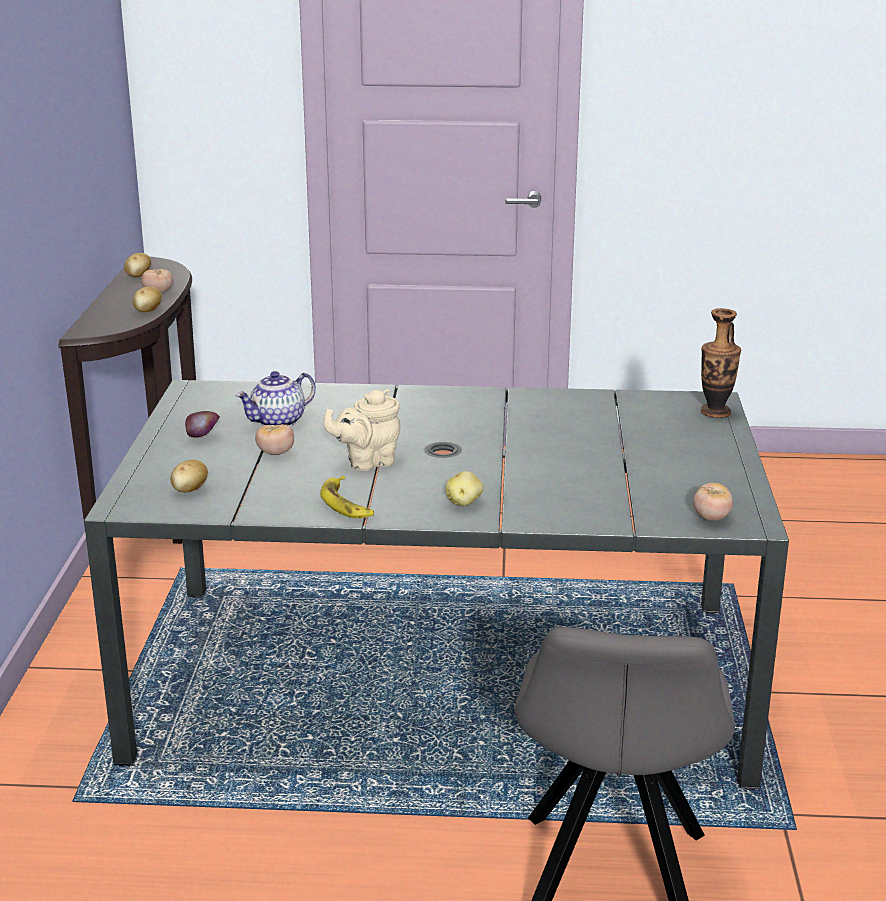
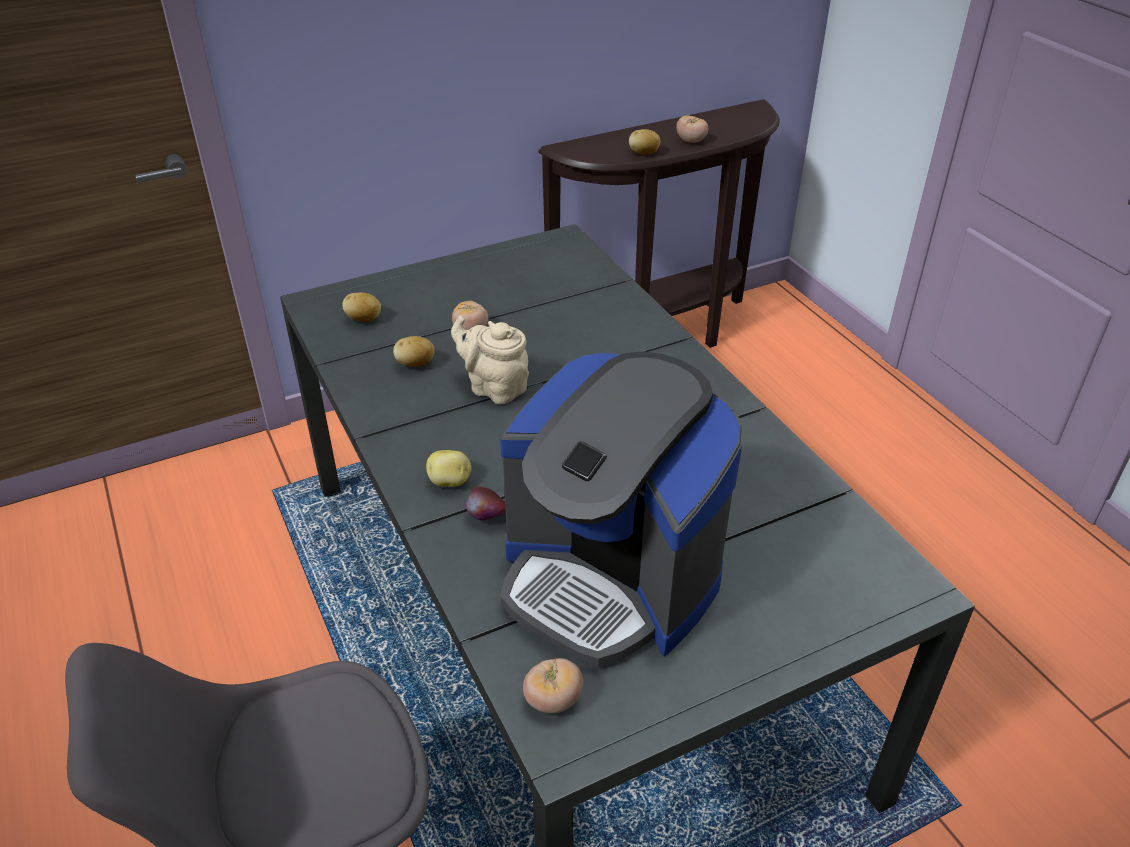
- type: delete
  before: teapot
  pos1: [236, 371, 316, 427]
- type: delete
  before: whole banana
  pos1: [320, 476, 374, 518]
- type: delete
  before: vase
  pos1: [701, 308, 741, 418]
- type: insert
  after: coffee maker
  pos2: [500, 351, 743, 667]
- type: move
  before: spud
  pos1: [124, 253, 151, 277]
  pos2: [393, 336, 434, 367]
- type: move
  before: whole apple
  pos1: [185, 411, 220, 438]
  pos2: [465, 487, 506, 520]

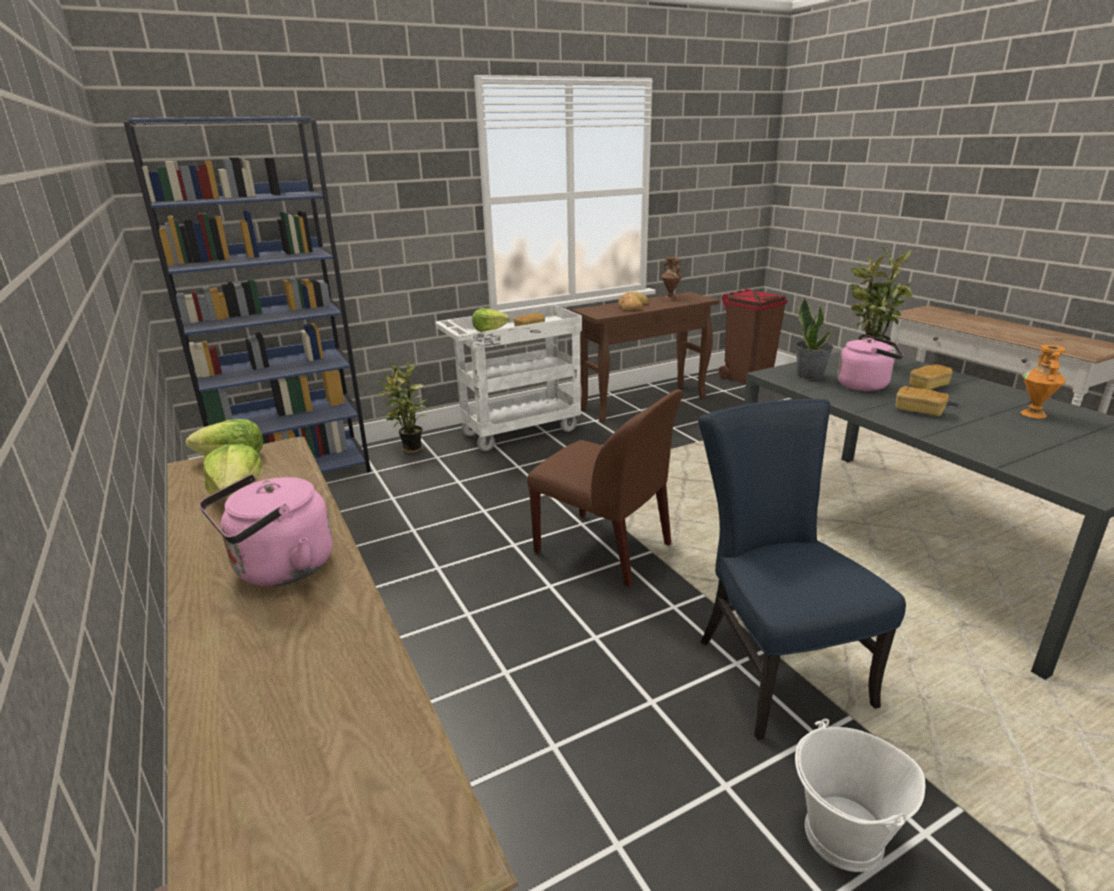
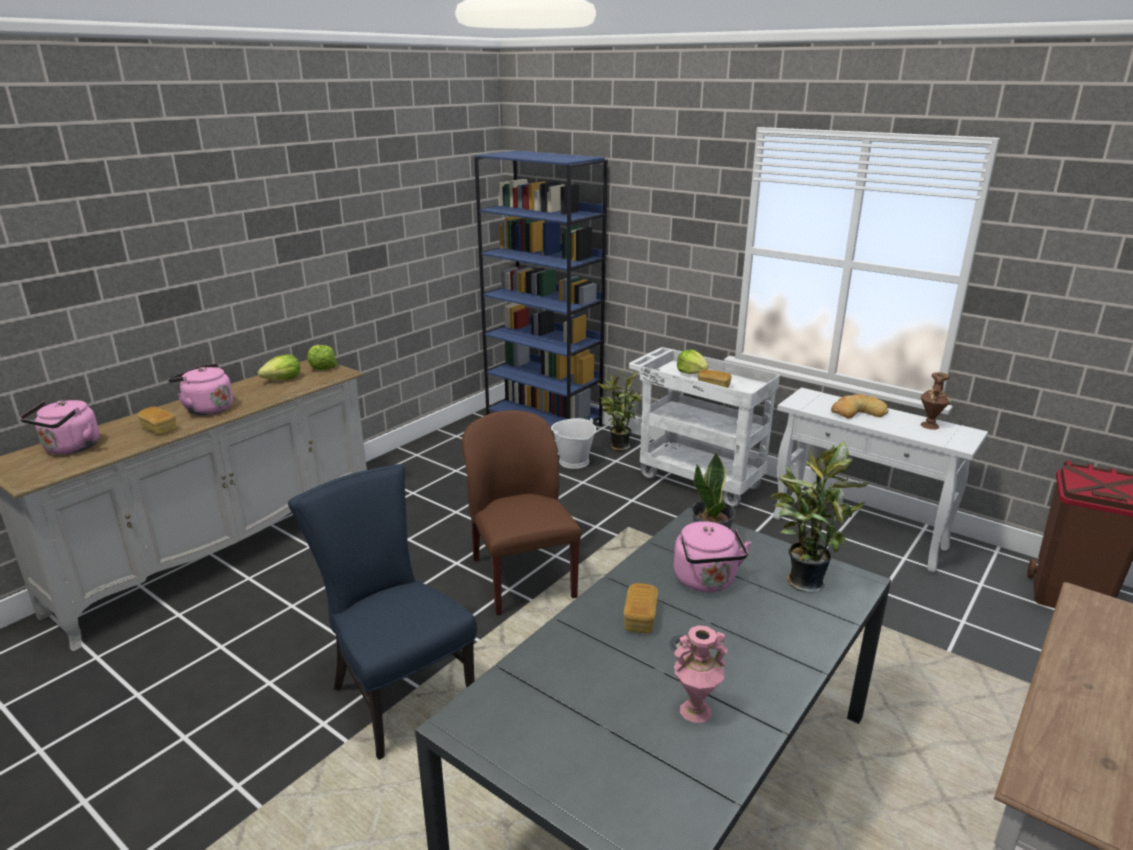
- type: insert
  after: kettle (pink)
  pos2: [20, 400, 99, 455]
- type: move
  before: water bucket (white)
  pos1: [795, 719, 925, 872]
  pos2: [551, 418, 596, 469]
- type: move
  before: bread
  pos1: [910, 364, 953, 390]
  pos2: [137, 407, 177, 435]
- type: recolor
  before: console table (brownish)
  after: console table (white)
  pos1: [571, 292, 720, 422]
  pos2: [773, 387, 988, 572]
- type: recolor
  before: vase (orange-coloured)
  after: vase (pink)
  pos1: [1021, 345, 1066, 418]
  pos2: [674, 625, 728, 723]
- type: rotate
  before: upright chair (brownish)
  pos1: [527, 389, 683, 587]
  pos2: [462, 410, 581, 615]
  turn: 150
- type: rotate
  before: upright chair (bluish)
  pos1: [698, 399, 906, 740]
  pos2: [288, 464, 477, 760]
  turn: -90

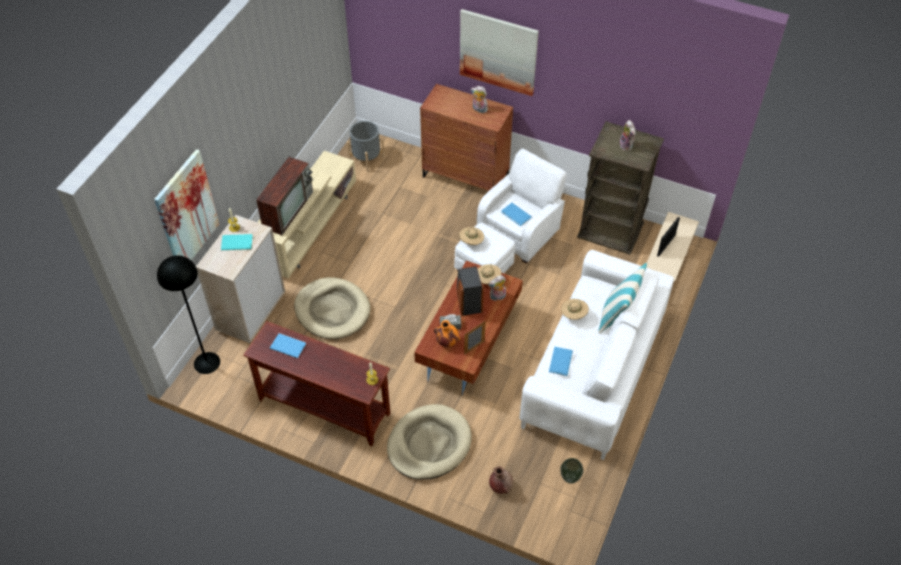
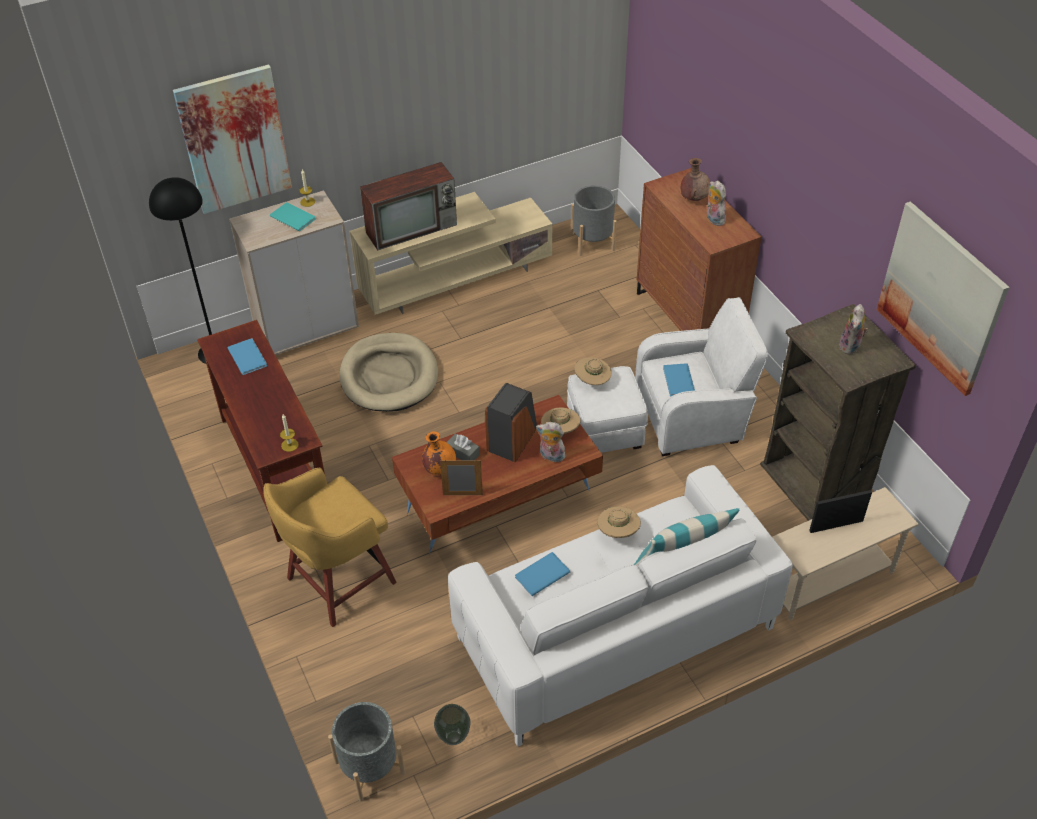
- type: insert
  after: flower pot (gray)
  pos2: [328, 702, 405, 801]
- type: move
  before: wall picture
  pos1: [460, 9, 539, 96]
  pos2: [877, 201, 1009, 396]
- type: move
  before: vase (brownish)
  pos1: [489, 466, 513, 494]
  pos2: [681, 158, 710, 201]
- type: replace
  before: dog cushion (sand-coloured)
  after: stool seat (yellowish)
  pos1: [387, 404, 472, 480]
  pos2: [263, 468, 397, 627]

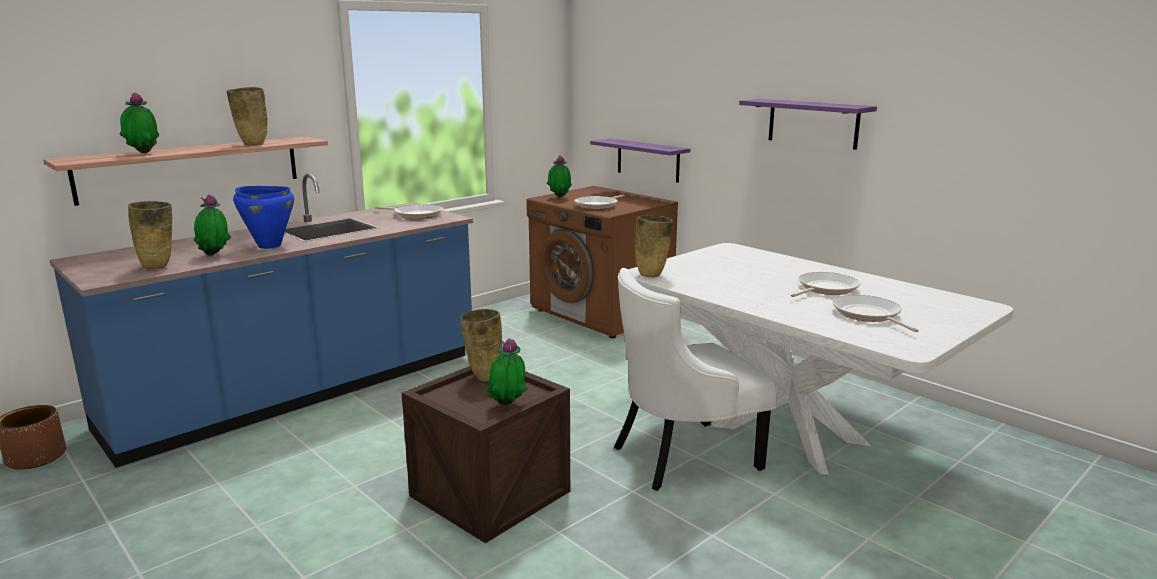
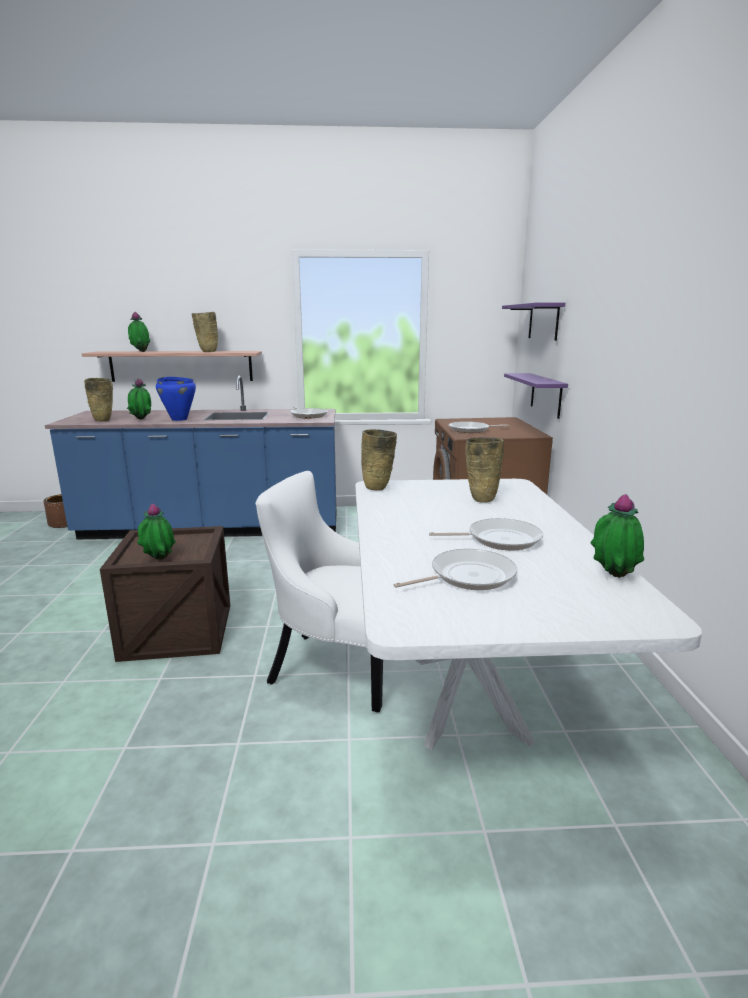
- type: move
  before: vase (sand-coloured)
  pos1: [460, 309, 502, 381]
  pos2: [465, 437, 504, 503]
- type: move
  before: houseplant
  pos1: [547, 155, 572, 197]
  pos2: [591, 494, 644, 578]
- type: move
  before: shelf (purple-coloured)
  pos1: [739, 99, 877, 150]
  pos2: [502, 303, 565, 341]
- type: rotate
  before: pan
  pos1: [832, 295, 919, 332]
  pos2: [393, 549, 517, 590]
  turn: 45

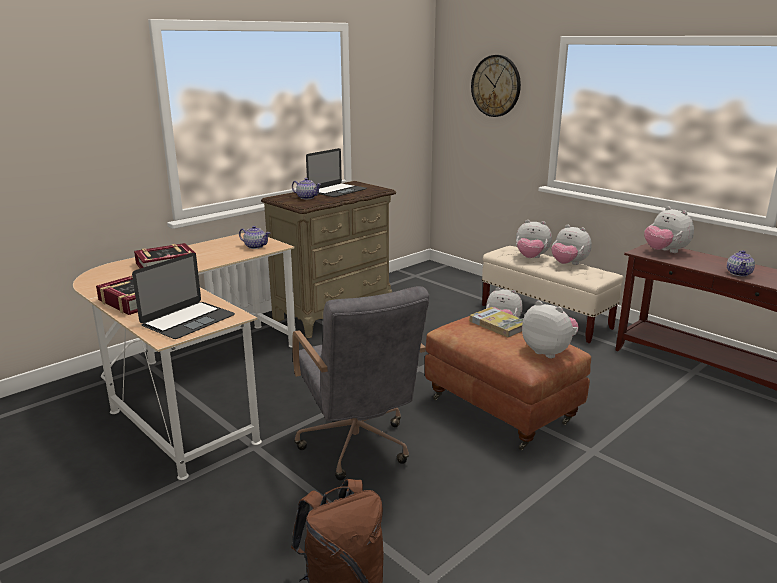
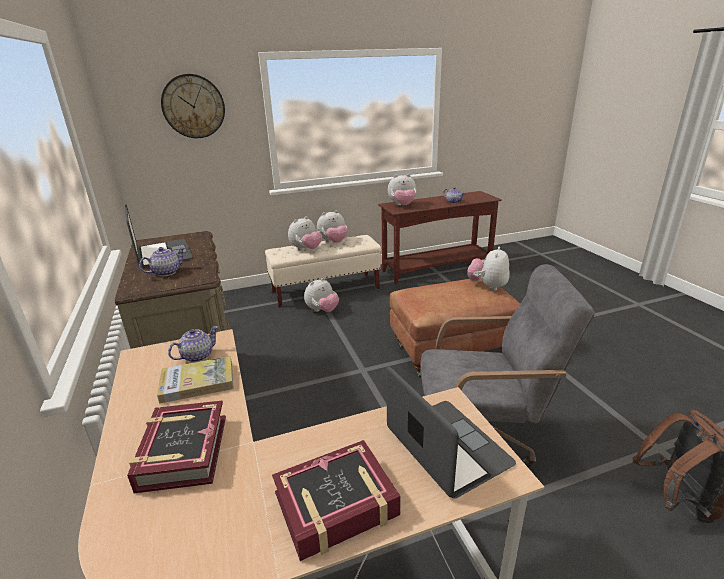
- type: move
  before: book
  pos1: [469, 307, 523, 337]
  pos2: [157, 356, 234, 403]
- type: rotate
  before: plush toy
  pos1: [522, 301, 579, 358]
  pos2: [467, 247, 510, 291]
  turn: -45

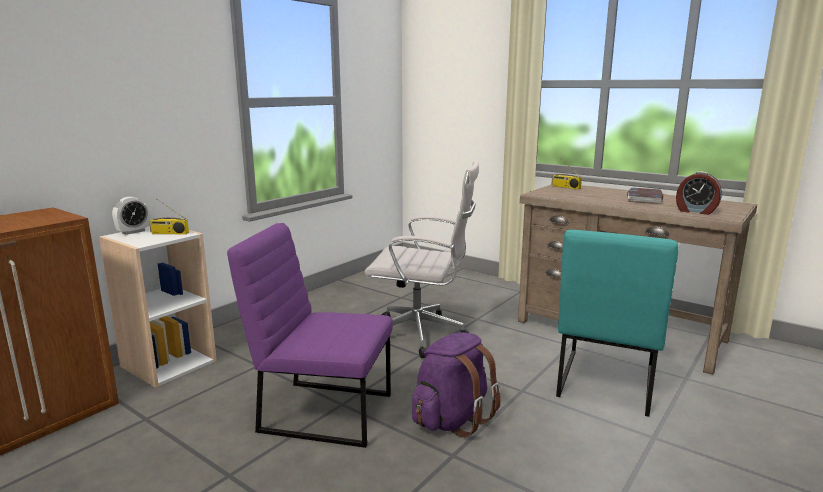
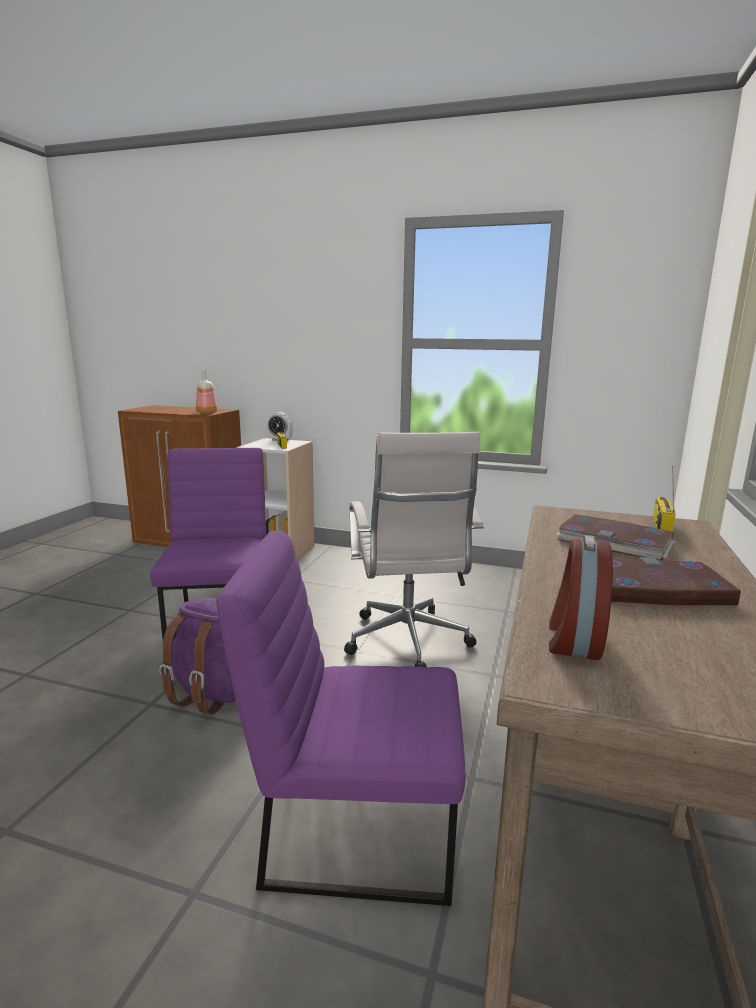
- type: insert
  after: bottle
  pos2: [196, 370, 217, 414]
- type: insert
  after: book
  pos2: [556, 514, 675, 560]
- type: recolor
  before: upright chair (turquoise)
  after: upright chair (purple-coloured)
  pos1: [556, 230, 679, 417]
  pos2: [216, 531, 465, 906]

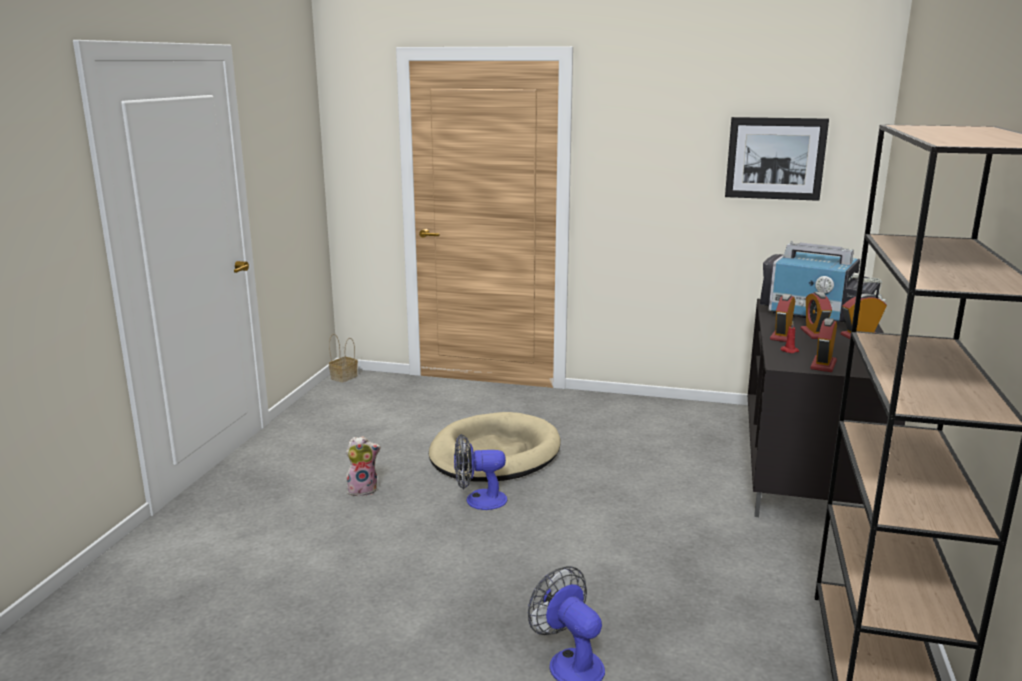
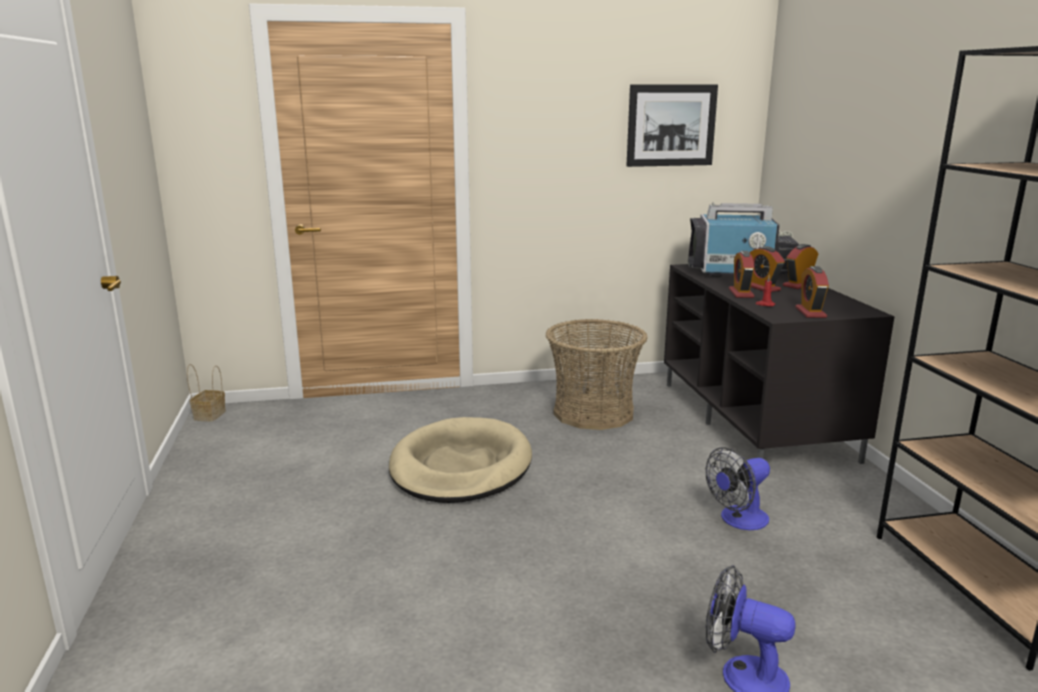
- type: delete
  before: plush toy
  pos1: [346, 436, 381, 496]
- type: insert
  after: basket
  pos2: [546, 319, 648, 430]
- type: move
  before: fan
  pos1: [454, 434, 507, 510]
  pos2: [705, 447, 770, 530]

